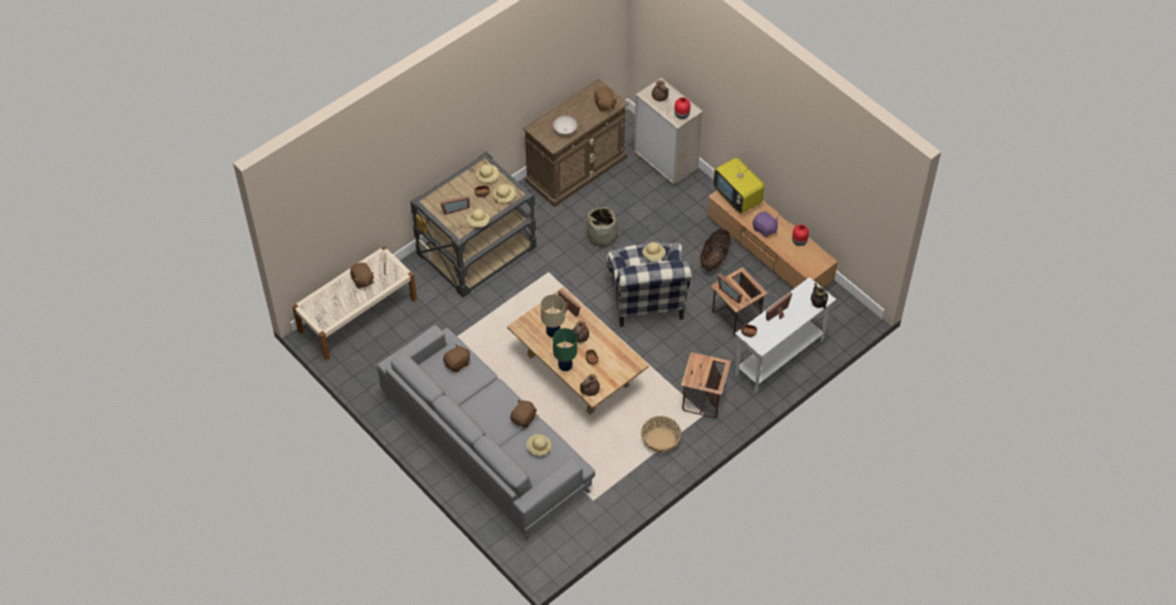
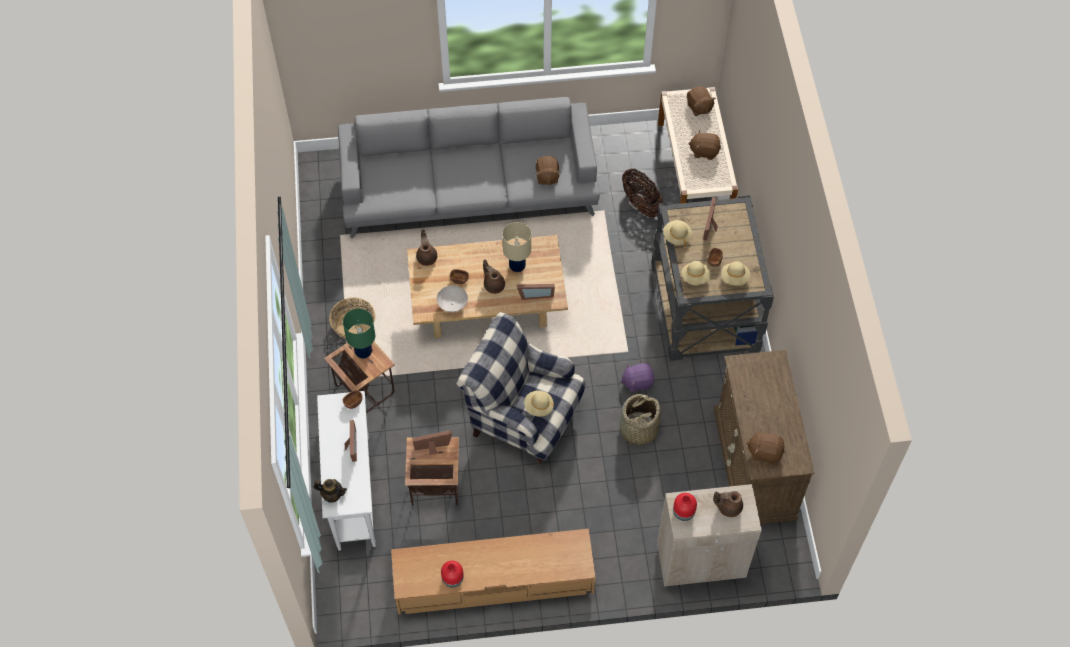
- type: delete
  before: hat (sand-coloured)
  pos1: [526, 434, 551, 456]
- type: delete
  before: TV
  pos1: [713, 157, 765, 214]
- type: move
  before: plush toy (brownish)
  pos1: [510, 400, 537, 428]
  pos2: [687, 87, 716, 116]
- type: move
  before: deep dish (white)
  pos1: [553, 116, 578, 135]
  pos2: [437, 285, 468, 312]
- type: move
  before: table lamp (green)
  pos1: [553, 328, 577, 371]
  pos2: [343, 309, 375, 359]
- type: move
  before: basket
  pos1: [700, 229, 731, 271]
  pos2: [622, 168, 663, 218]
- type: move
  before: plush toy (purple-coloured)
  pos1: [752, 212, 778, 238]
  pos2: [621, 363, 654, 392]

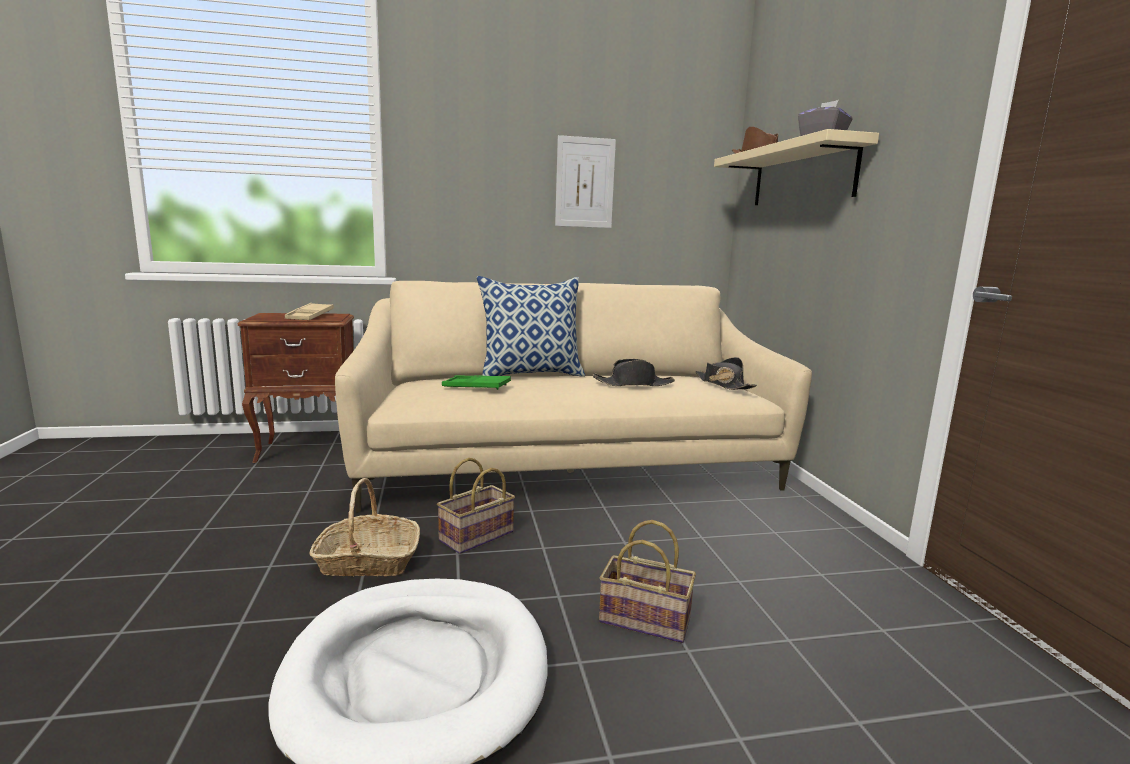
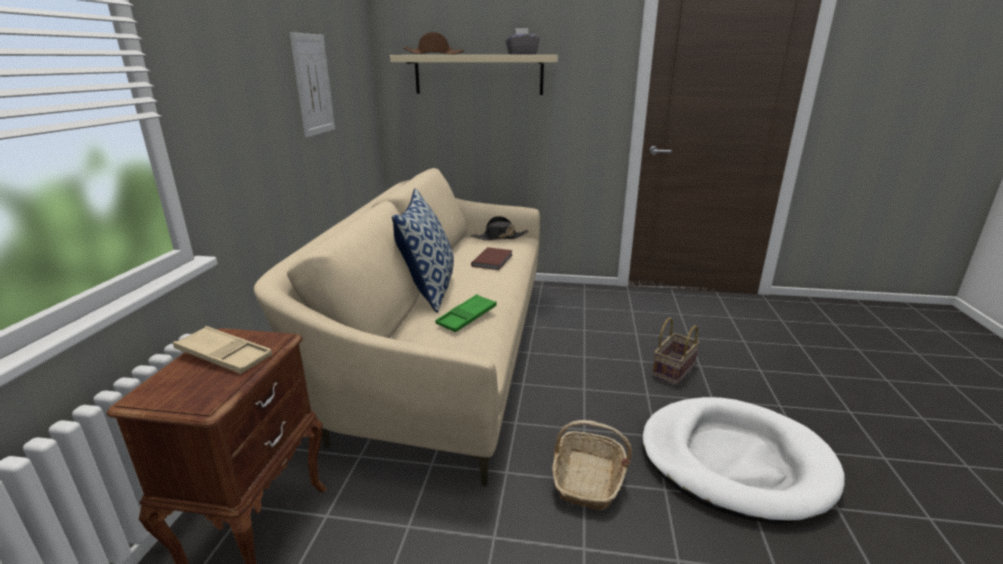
- type: delete
  before: basket
  pos1: [437, 458, 515, 554]
- type: replace
  before: hat (black)
  after: book (brownish)
  pos1: [593, 359, 675, 386]
  pos2: [471, 247, 513, 270]

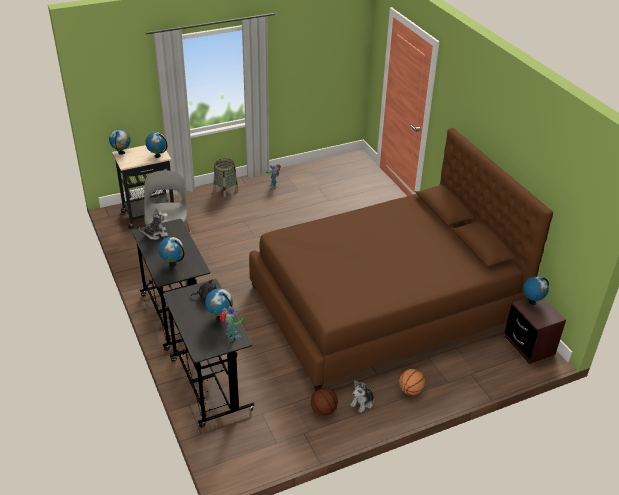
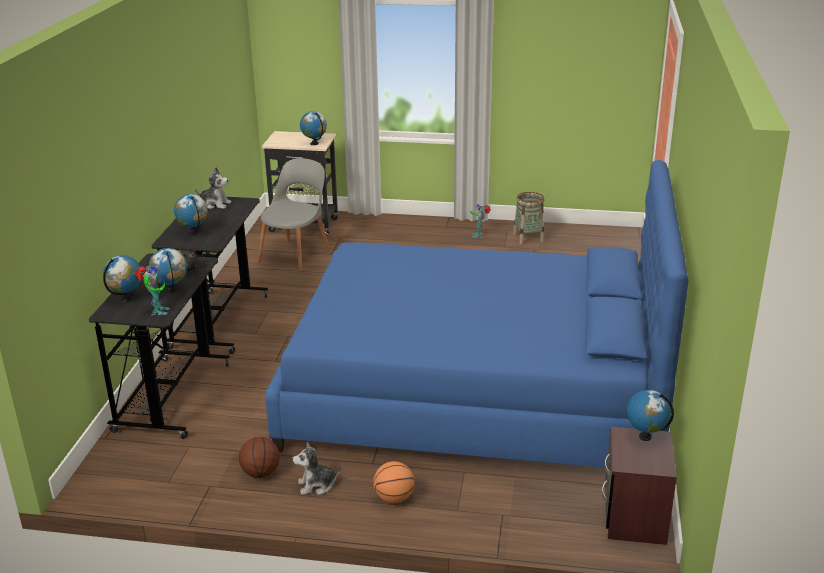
- type: move
  before: world globe
  pos1: [109, 129, 130, 155]
  pos2: [103, 255, 141, 302]
- type: move
  before: basket
  pos1: [214, 158, 238, 197]
  pos2: [513, 192, 544, 244]
- type: recolor
  before: bedroom bed (brownish)
  after: bedroom bed (bluish)
  pos1: [249, 128, 553, 391]
  pos2: [265, 160, 688, 468]

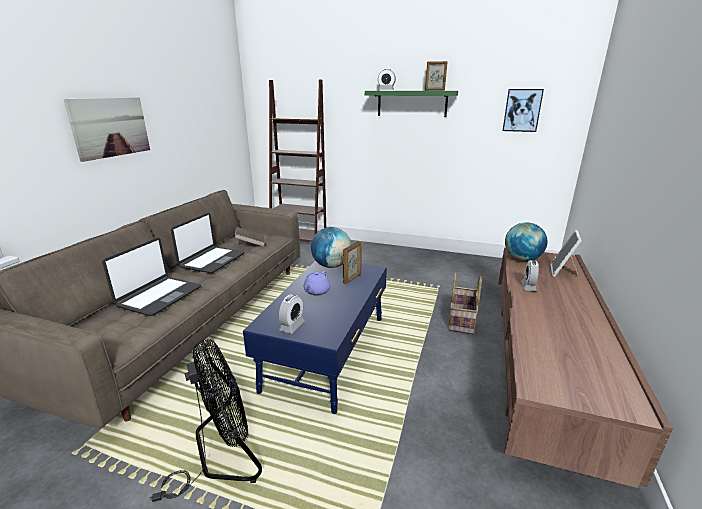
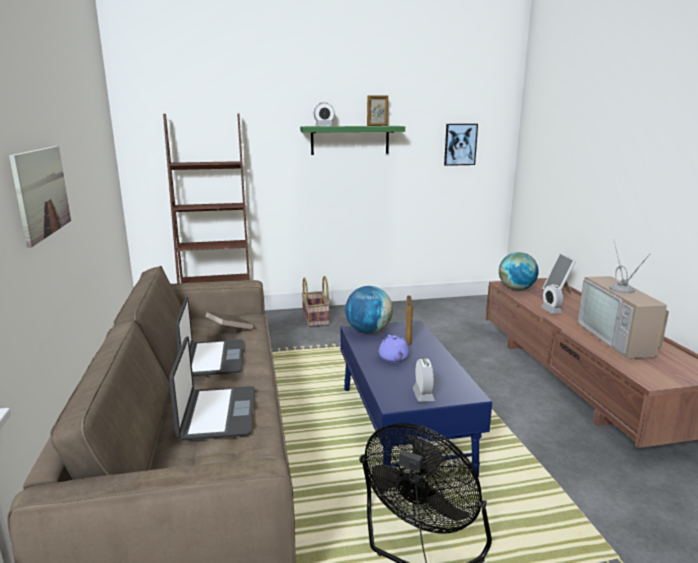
- type: insert
  after: TV
  pos2: [578, 239, 669, 359]
- type: move
  before: basket
  pos1: [448, 273, 482, 334]
  pos2: [302, 276, 330, 327]

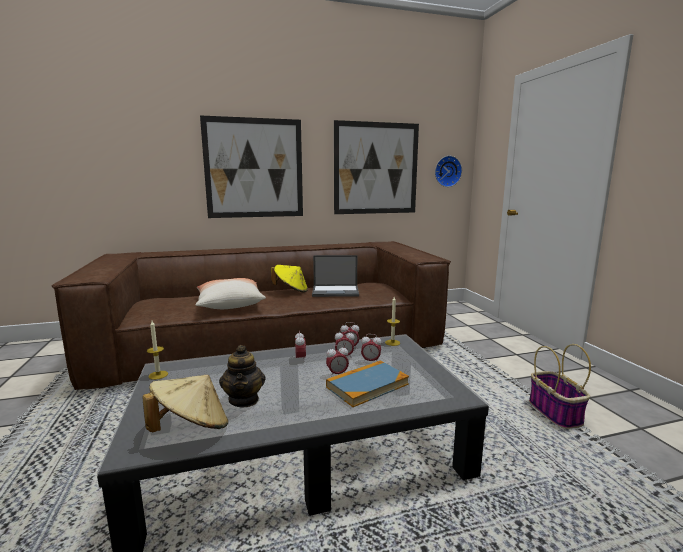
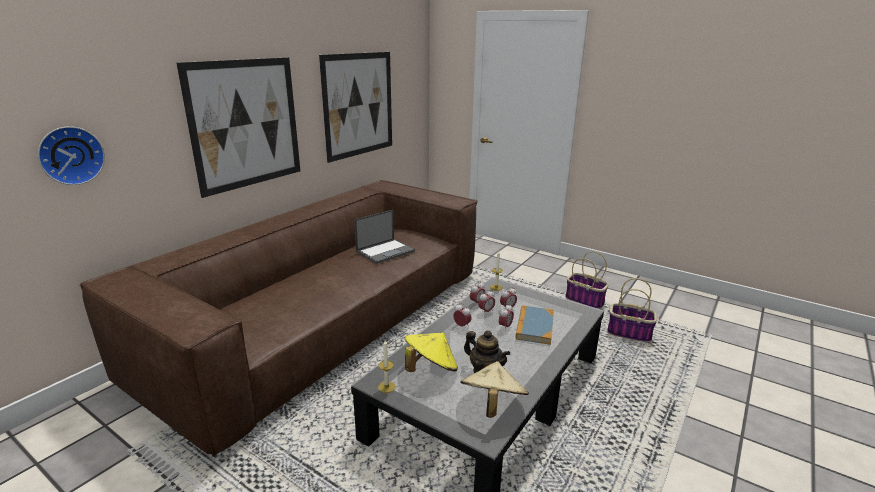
- type: delete
  before: pillow
  pos1: [196, 278, 266, 309]
- type: insert
  after: basket
  pos2: [607, 278, 657, 342]
- type: move
  before: hat (yellowish)
  pos1: [271, 265, 308, 292]
  pos2: [405, 333, 458, 372]
- type: move
  before: wall clock
  pos1: [435, 156, 462, 187]
  pos2: [38, 126, 105, 185]

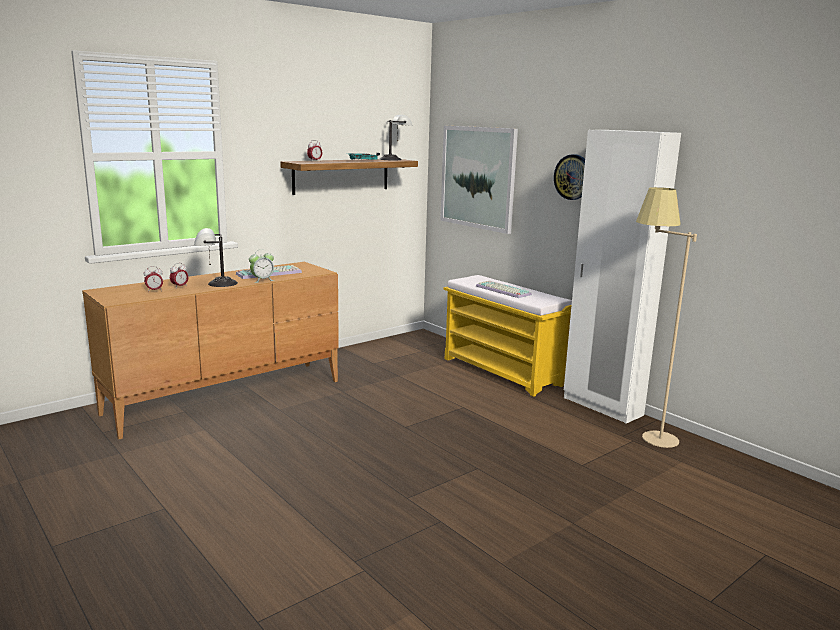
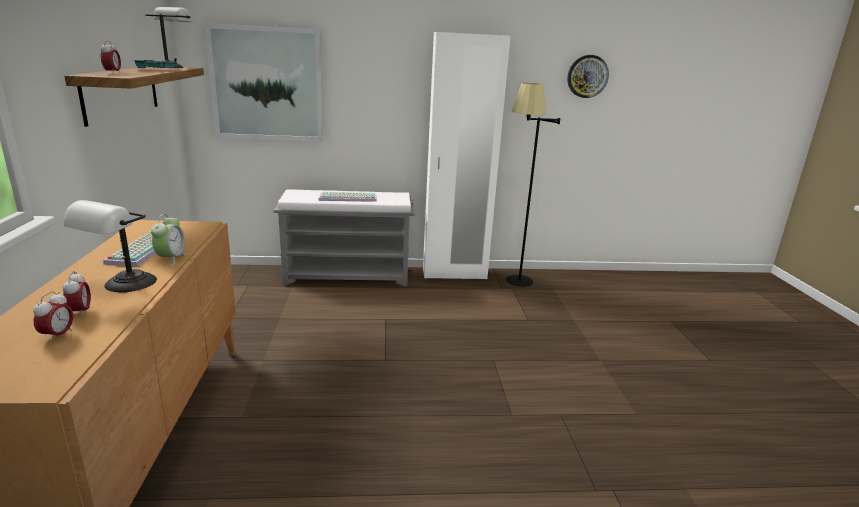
- type: move
  before: wall clock
  pos1: [554, 154, 585, 200]
  pos2: [567, 55, 609, 98]
- type: recolor
  before: bench (yellowish)
  after: bench (gray)
  pos1: [443, 275, 572, 397]
  pos2: [274, 189, 415, 286]
- type: recolor
  before: standing lamp (sand-coloured)
  after: standing lamp (black)
  pos1: [636, 187, 697, 448]
  pos2: [506, 83, 561, 286]

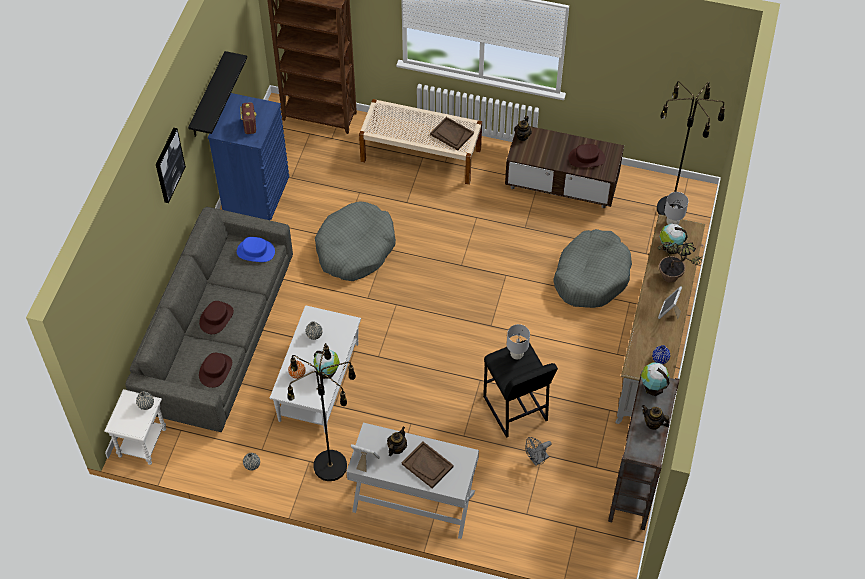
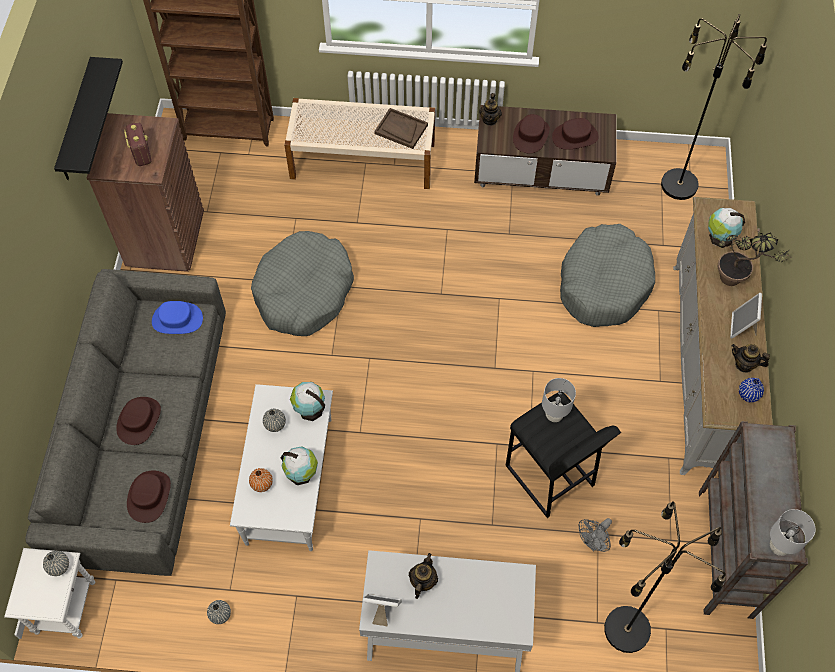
- type: delete
  before: wall picture
  pos1: [156, 128, 186, 203]
- type: delete
  before: carrying tray (brownish)
  pos1: [402, 442, 454, 488]
- type: insert
  after: hat (brownish)
  pos2: [513, 114, 550, 153]
- type: move
  before: standing lamp
  pos1: [288, 343, 356, 481]
  pos2: [604, 501, 726, 653]
- type: move
  before: world globe
  pos1: [641, 362, 670, 396]
  pos2: [290, 382, 325, 421]
- type: move
  before: teapot
  pos1: [642, 405, 669, 430]
  pos2: [732, 344, 770, 373]
- type: move
  before: table lamp (gray)
  pos1: [664, 192, 688, 225]
  pos2: [770, 509, 815, 556]
- type: recolor
  before: drawer chest (bluish)
  after: drawer chest (brownish)
  pos1: [208, 93, 289, 220]
  pos2: [87, 113, 204, 272]

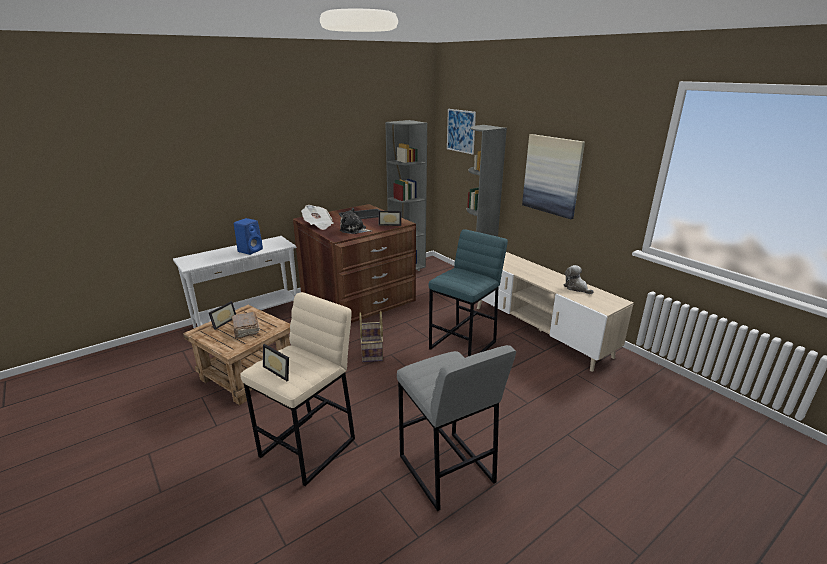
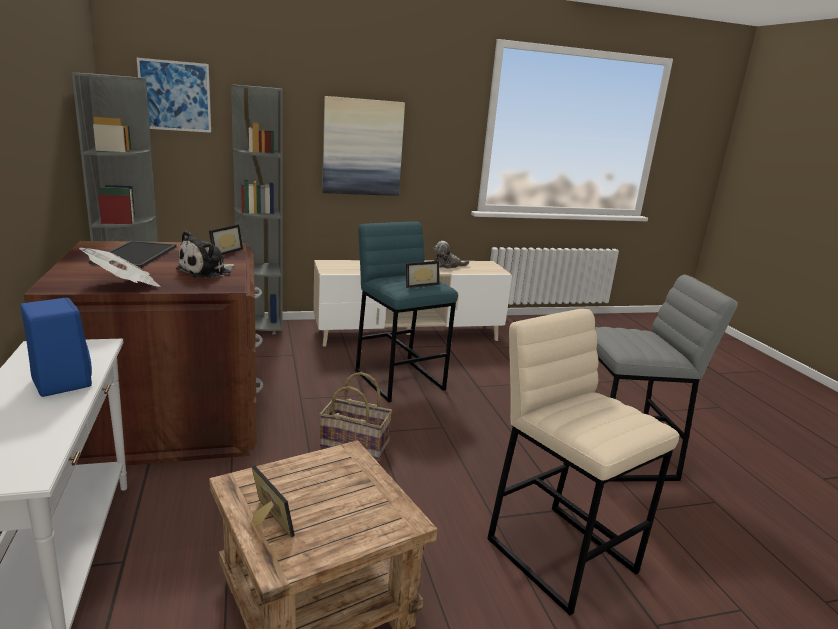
- type: delete
  before: book (brownish)
  pos1: [231, 312, 260, 338]
- type: move
  before: picture frame
  pos1: [263, 344, 289, 381]
  pos2: [406, 261, 439, 288]

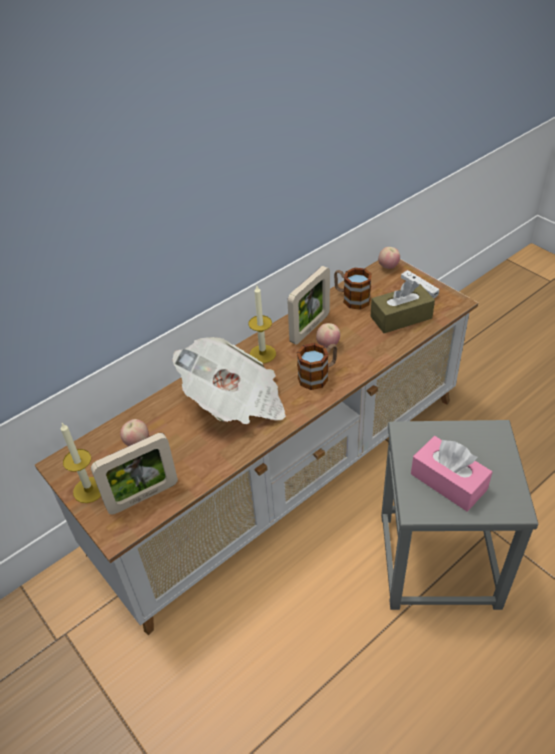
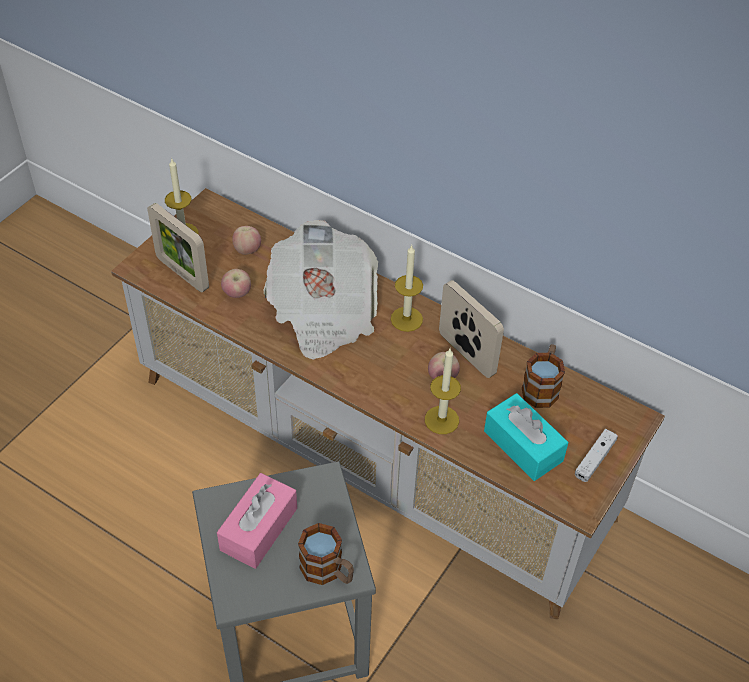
- type: insert
  after: wax candle
  pos2: [425, 349, 461, 434]
- type: move
  before: tea mug
  pos1: [297, 343, 337, 390]
  pos2: [298, 523, 354, 585]
- type: move
  before: whole apple
  pos1: [378, 247, 400, 269]
  pos2: [221, 269, 251, 298]
- type: recolor
  before: box of tissues (brownish)
  after: box of tissues (turquoise)
  pos1: [370, 281, 435, 333]
  pos2: [484, 393, 568, 481]
- type: rotate
  before: picture frame
  pos1: [287, 266, 330, 345]
  pos2: [439, 280, 504, 378]
  turn: -150

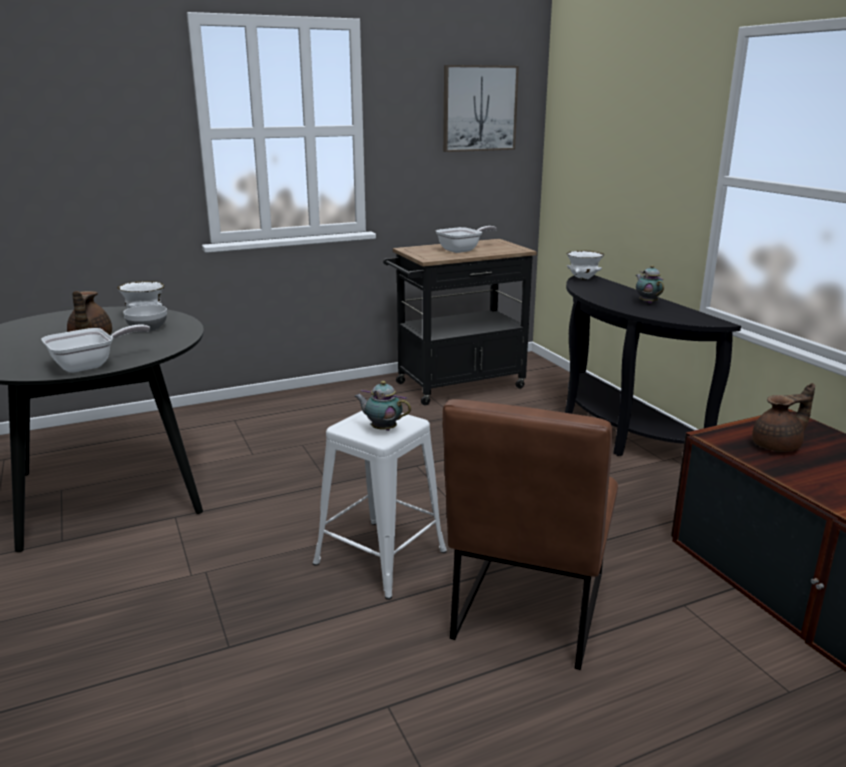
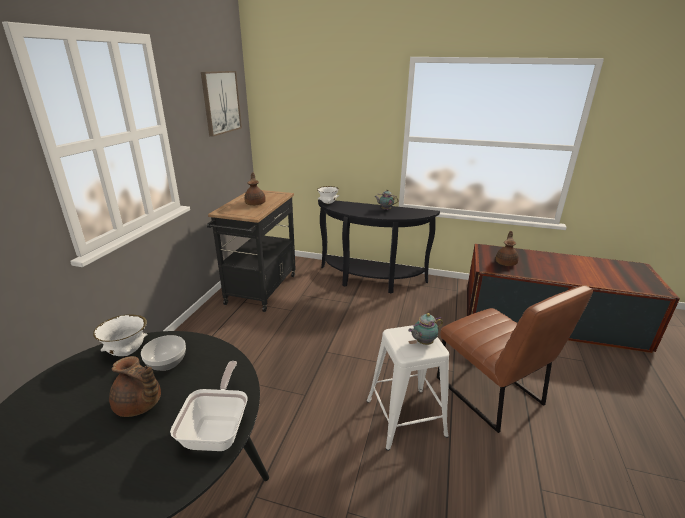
- type: replace
  before: pan
  after: teapot (brownish)
  pos1: [436, 226, 497, 253]
  pos2: [244, 173, 266, 206]

